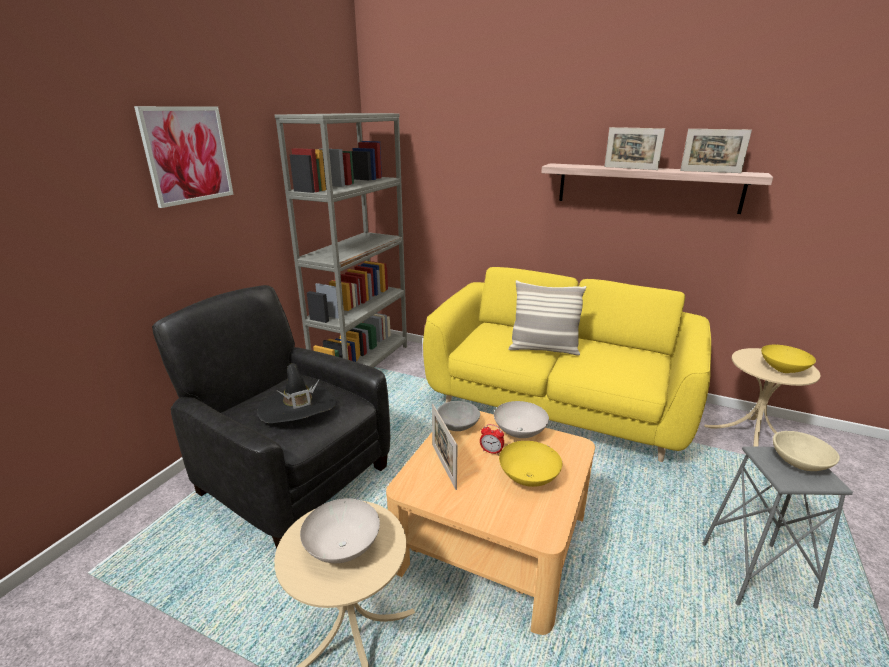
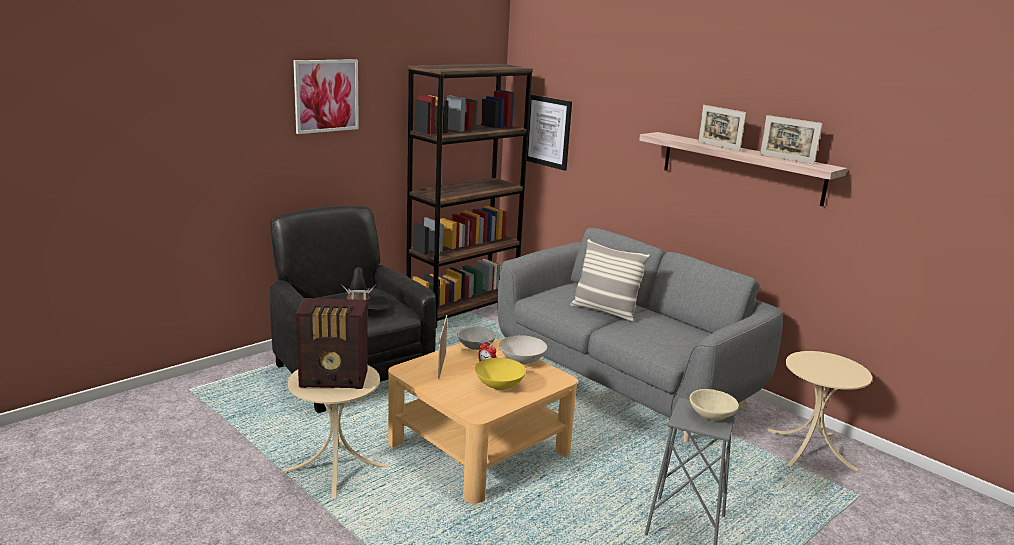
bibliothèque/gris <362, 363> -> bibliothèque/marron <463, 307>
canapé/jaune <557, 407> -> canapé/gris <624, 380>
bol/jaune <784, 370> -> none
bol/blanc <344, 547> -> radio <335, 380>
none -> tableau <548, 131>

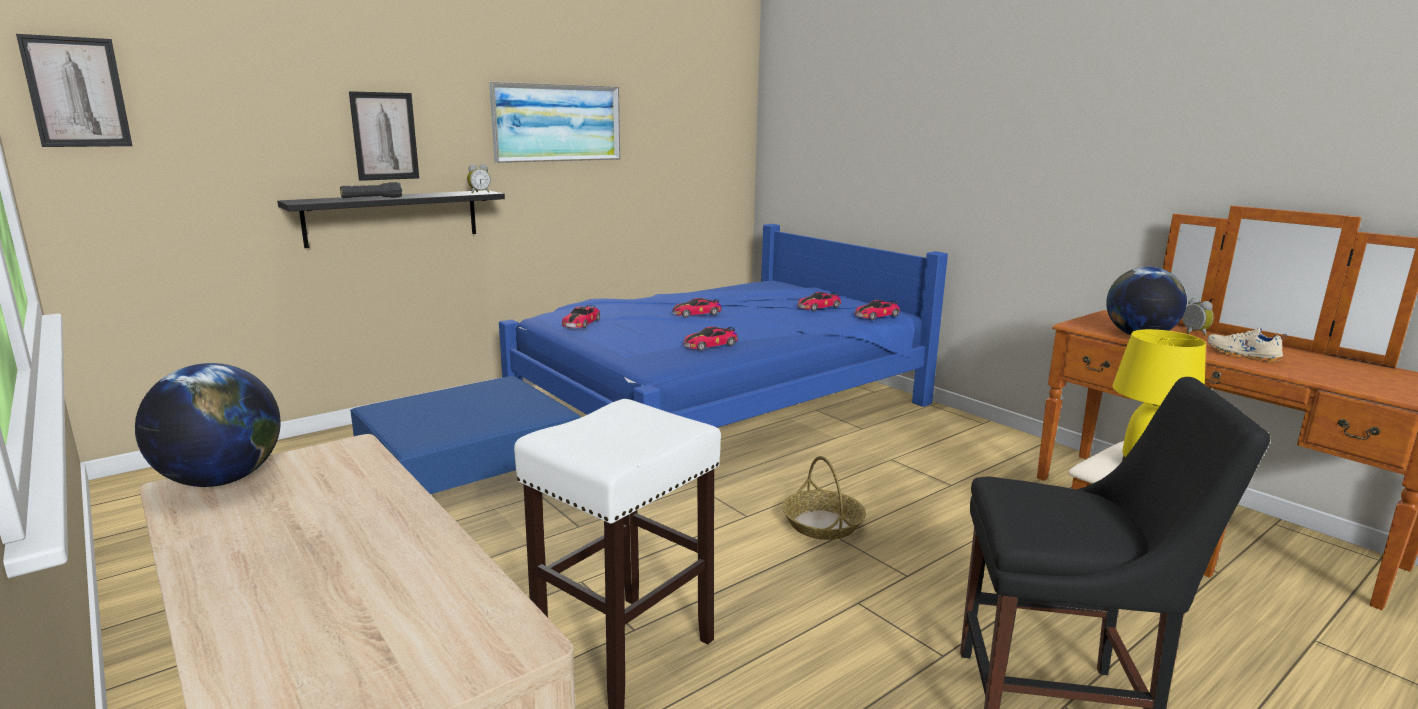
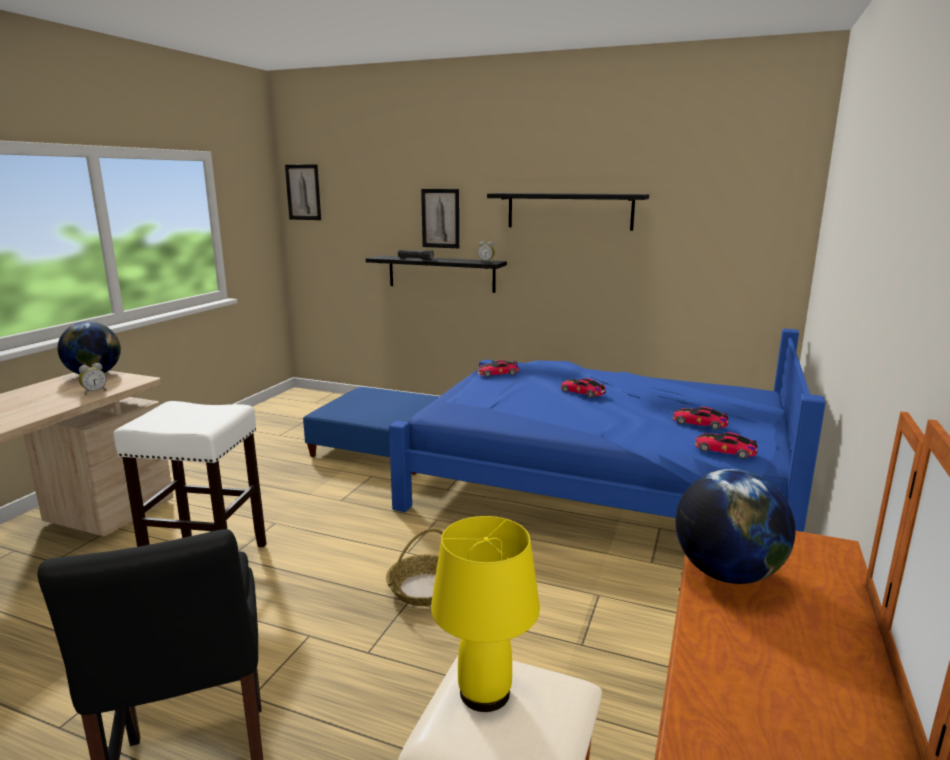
tableau <557, 123> -> étagère/noir <569, 211>
réveil <1193, 333> -> réveil <94, 392>, moved
petite voiture <710, 345> -> none
chaussure/beige <1242, 355> -> none

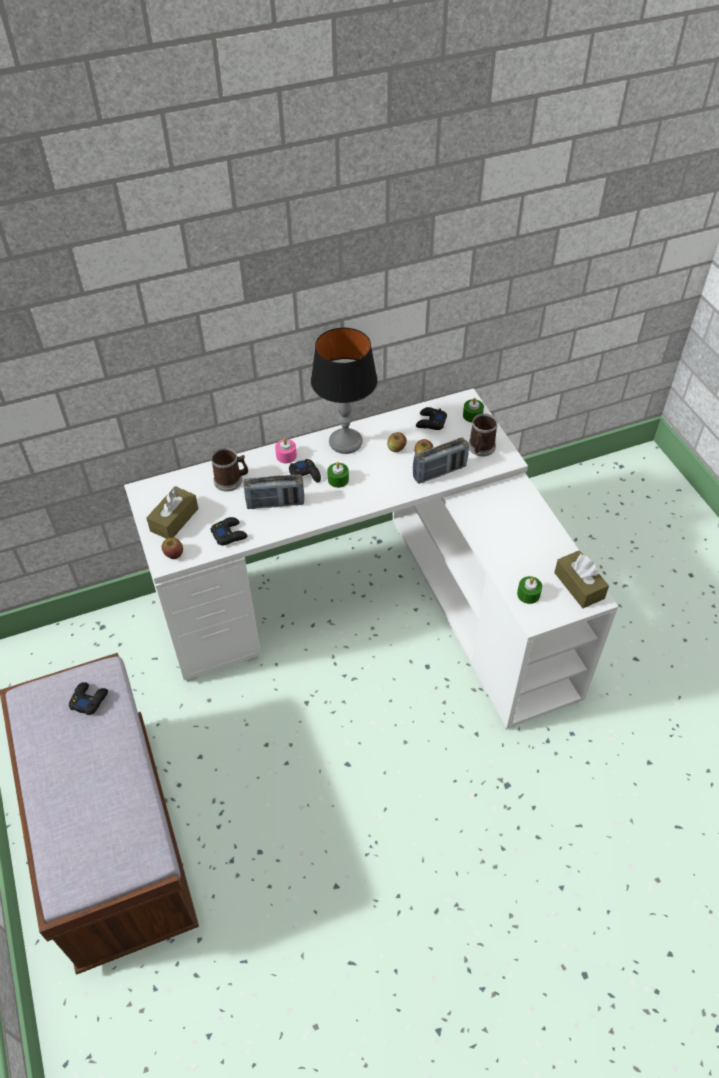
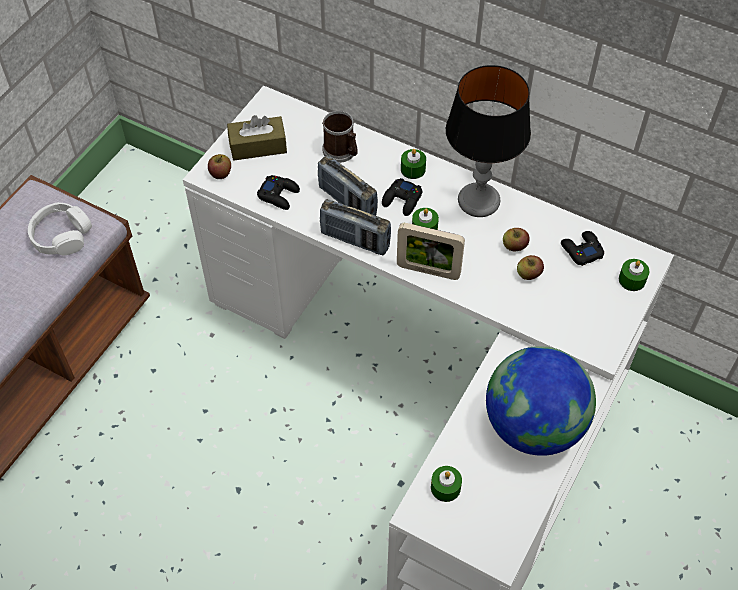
mug <480, 448> -> none
bougie/rose <286, 456> -> bougie/vert <413, 169>
radio <439, 472> -> radio <355, 240>, moved
boîte à mouchoirs/marron <579, 585> -> none
manette/noir <89, 700> -> casque audio/blanc <61, 236>
none -> cadre photo <428, 271>
none -> globe <533, 425>

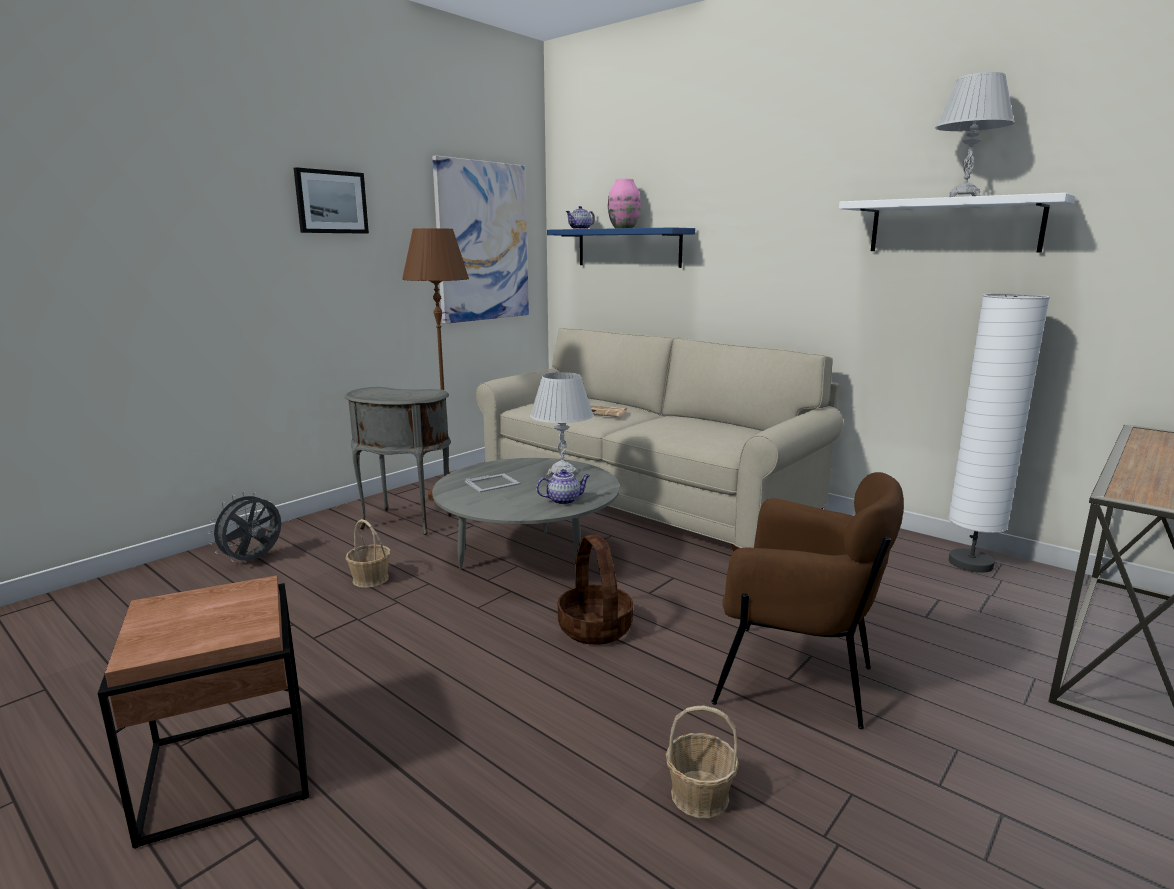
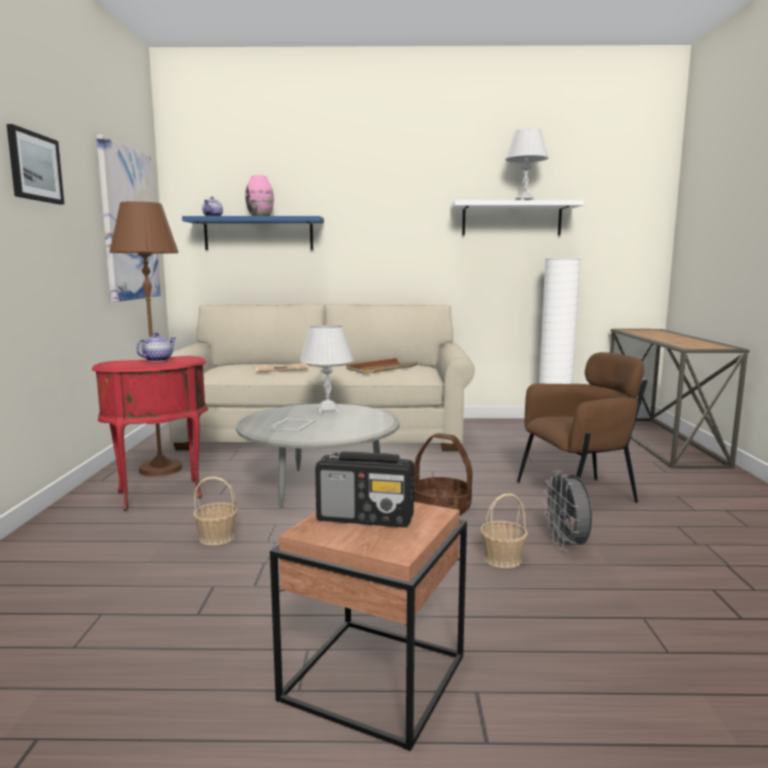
table d'appoint/gris <404, 523> -> table d'appoint/rouge <161, 496>
théière <564, 500> -> théière <158, 360>, moved
ventilateur/gris <253, 561> -> ventilateur/gris <567, 545>, moved
panier <699, 795> -> panier <502, 559>, moved
none -> plateau/marron <381, 369>
none -> radio <366, 518>

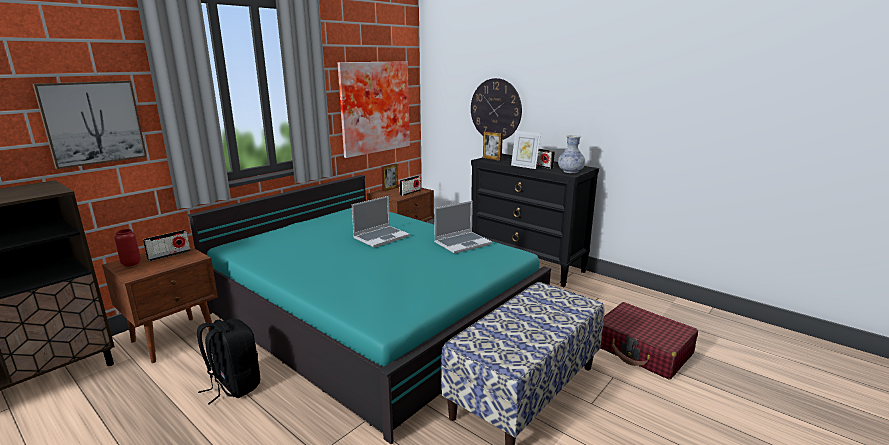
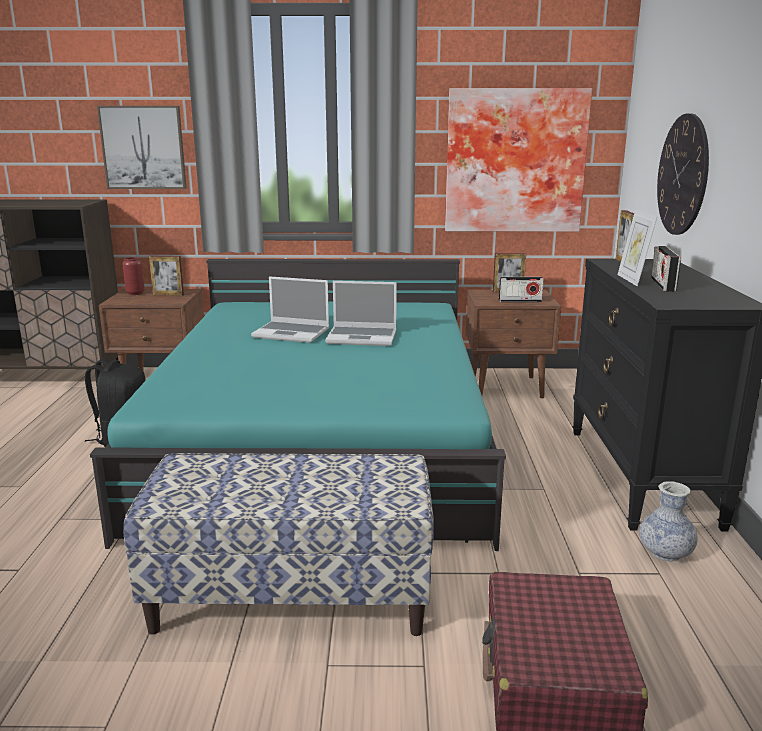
vase <570, 171> -> vase <665, 553>, moved
ordinateur portable <463, 243> -> ordinateur portable <292, 333>, moved
radio <169, 255> -> cadre photo <168, 295>

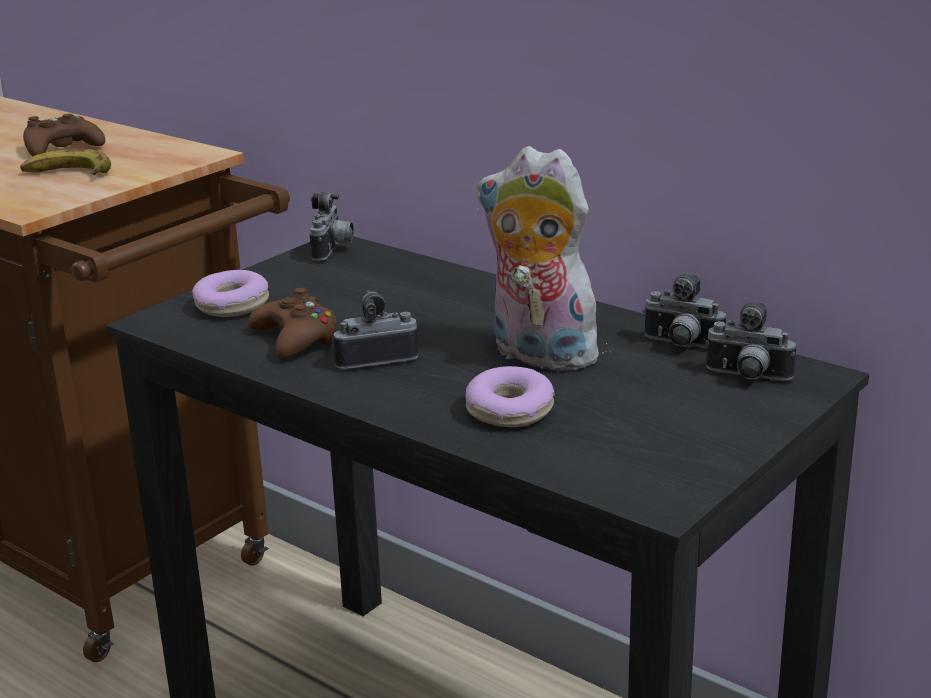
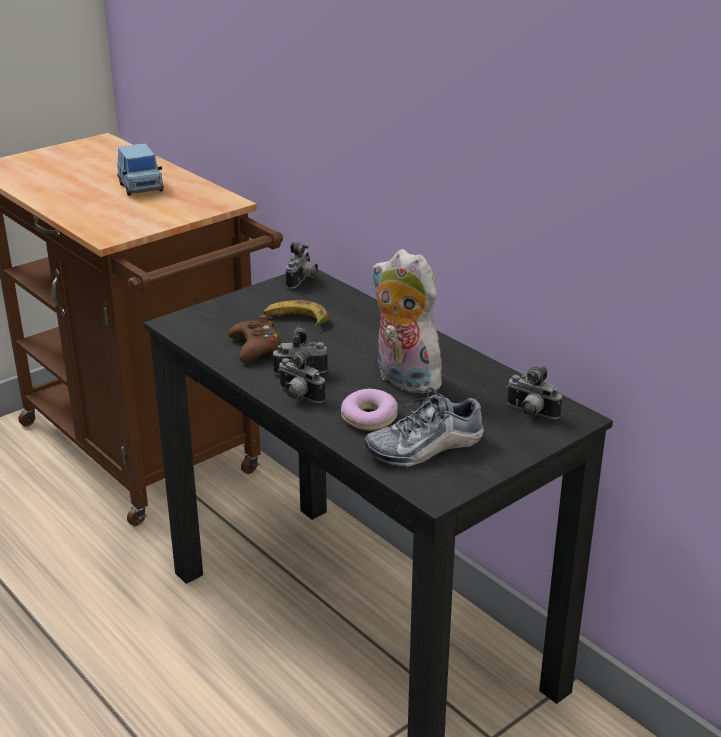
manette/marron <62, 149> -> petite voiture/bleu <141, 187>
banane <67, 174> -> banane <296, 320>, moved
beignet <231, 306> -> none
appareil photo <680, 346> -> appareil photo <298, 397>, moved
none -> chaussure <425, 447>

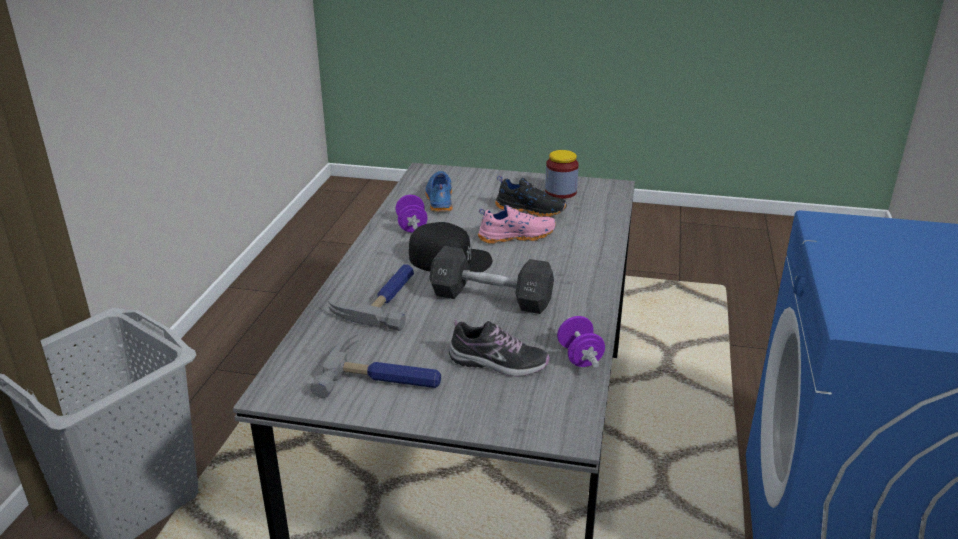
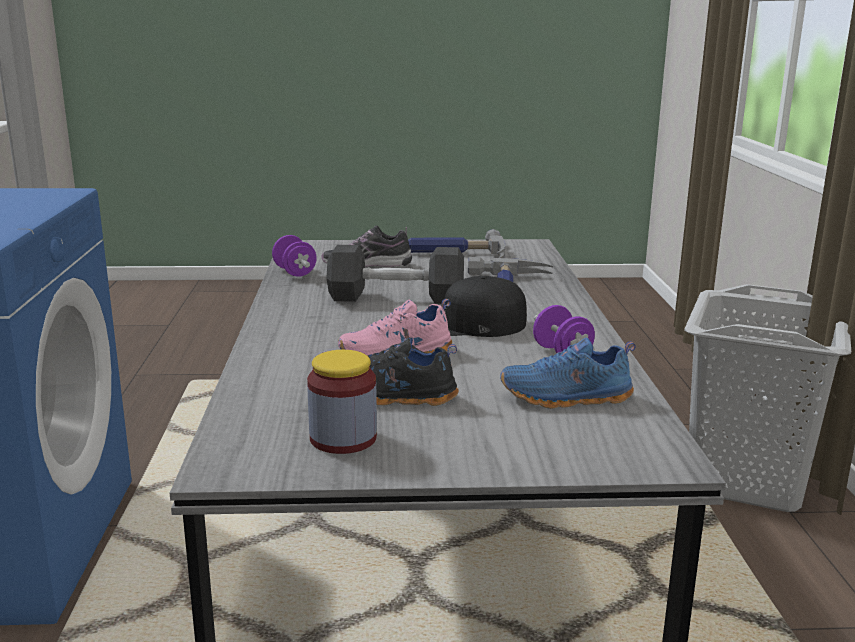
chaussure/bleu <439, 199> -> chaussure/bleu <566, 398>, 105 degrees clockwise

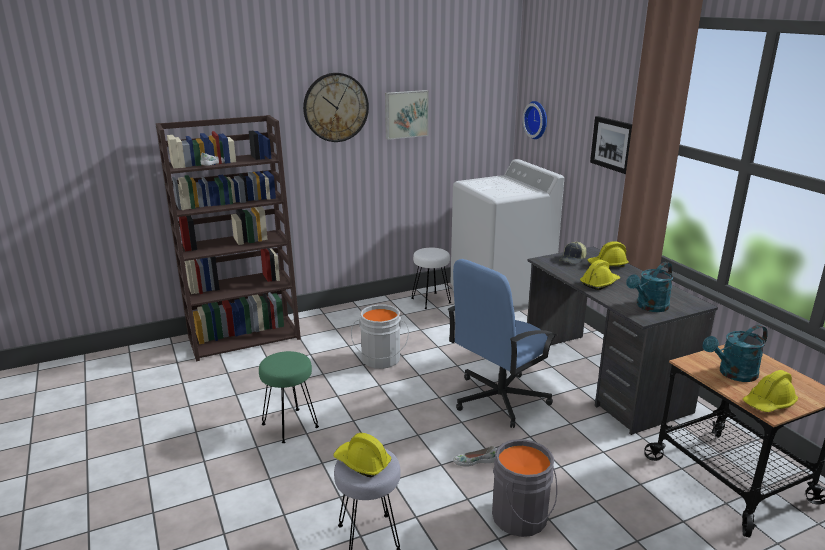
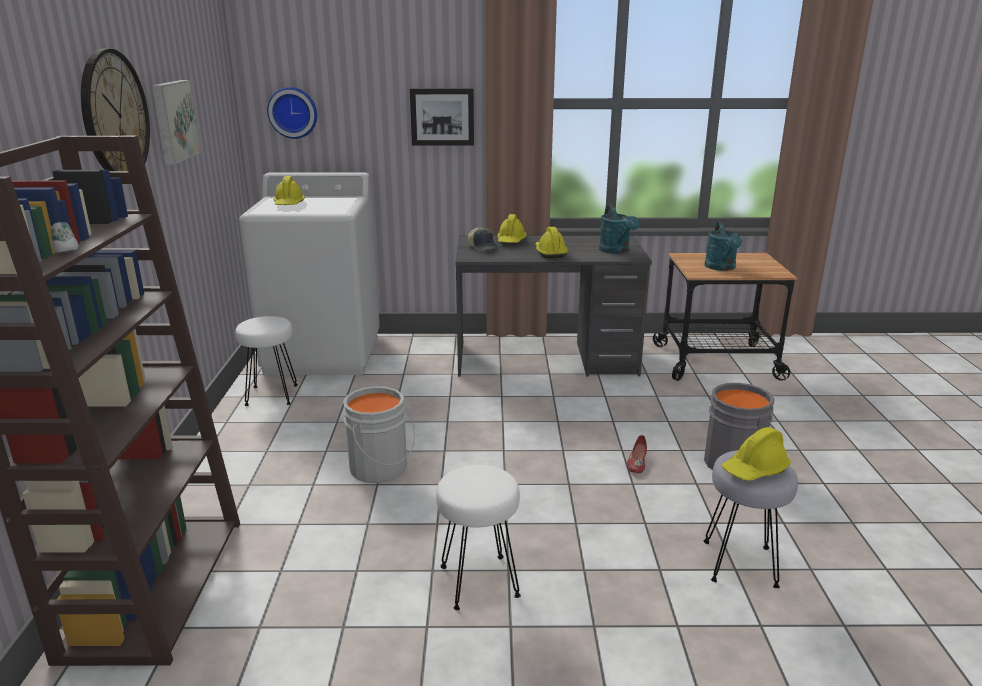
chaise de bureau/bleu <499, 399> -> none
tabouret/vert <290, 425> -> tabouret/blanc <478, 581>
casque de chantier/jaune <768, 403> -> casque de chantier/jaune <289, 204>, moved
chaussure/blanc <474, 461> -> chaussure/rouge <636, 462>

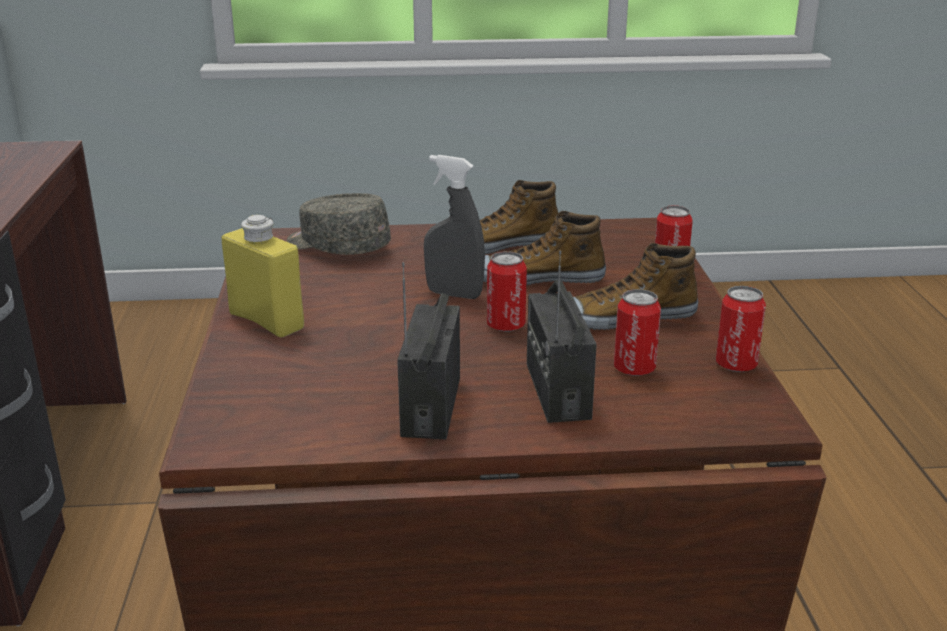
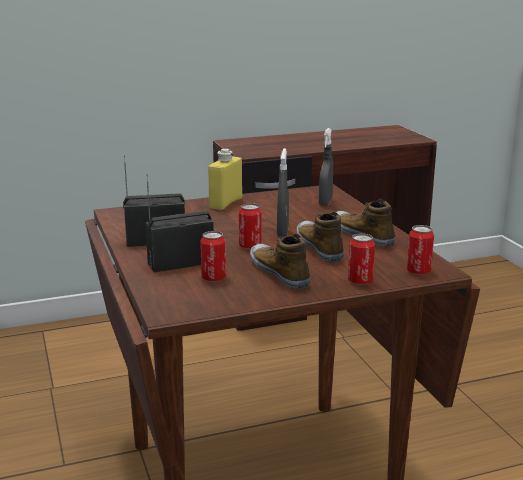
casquette/gris <337, 247> -> vaporisateur/gris <325, 202>
boîte métallique <736, 365> -> boîte métallique <418, 271>, moved

